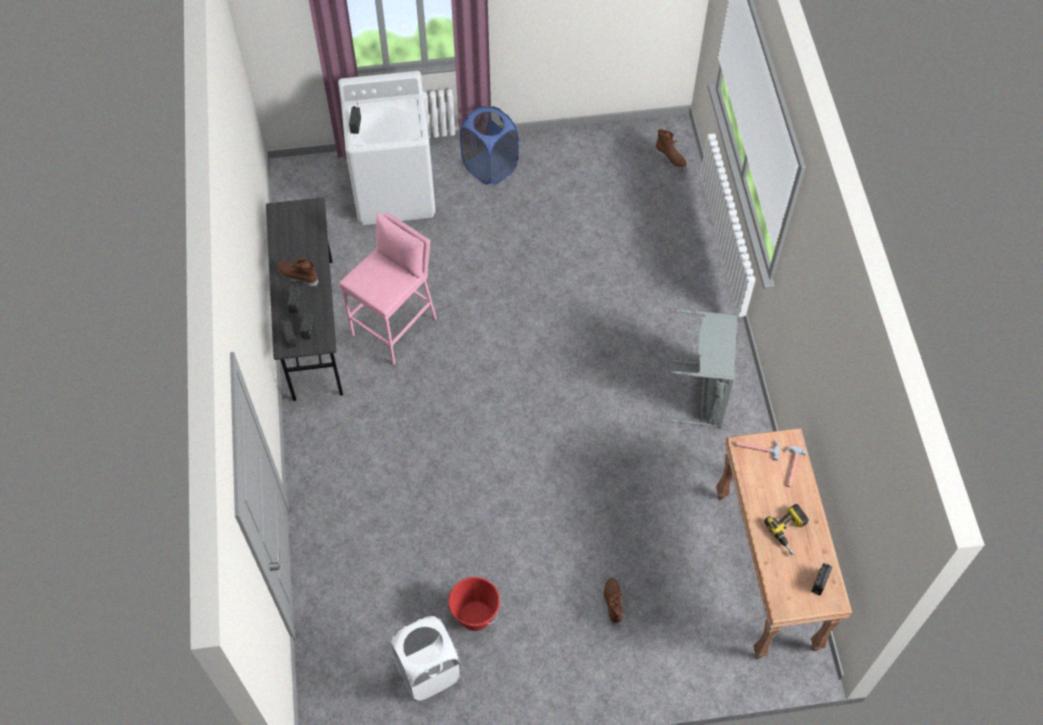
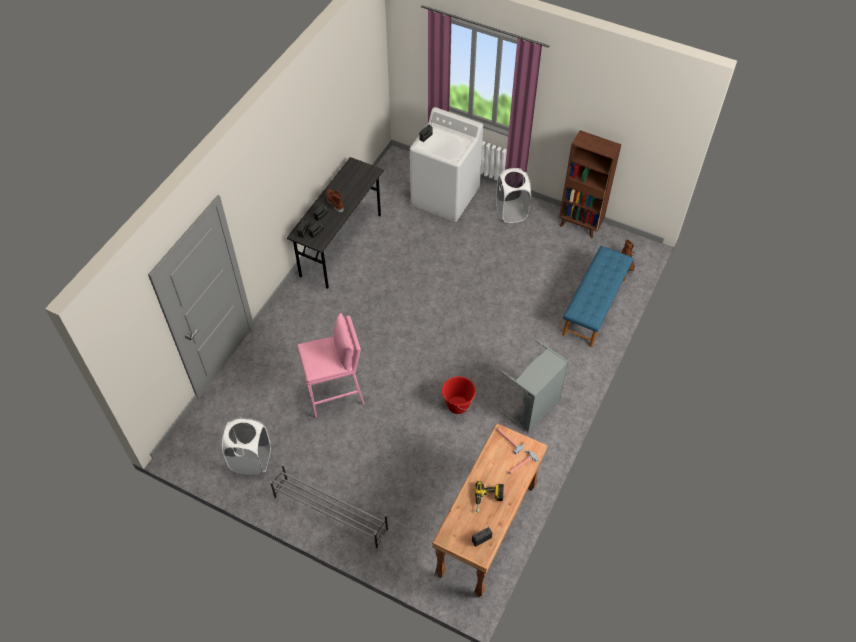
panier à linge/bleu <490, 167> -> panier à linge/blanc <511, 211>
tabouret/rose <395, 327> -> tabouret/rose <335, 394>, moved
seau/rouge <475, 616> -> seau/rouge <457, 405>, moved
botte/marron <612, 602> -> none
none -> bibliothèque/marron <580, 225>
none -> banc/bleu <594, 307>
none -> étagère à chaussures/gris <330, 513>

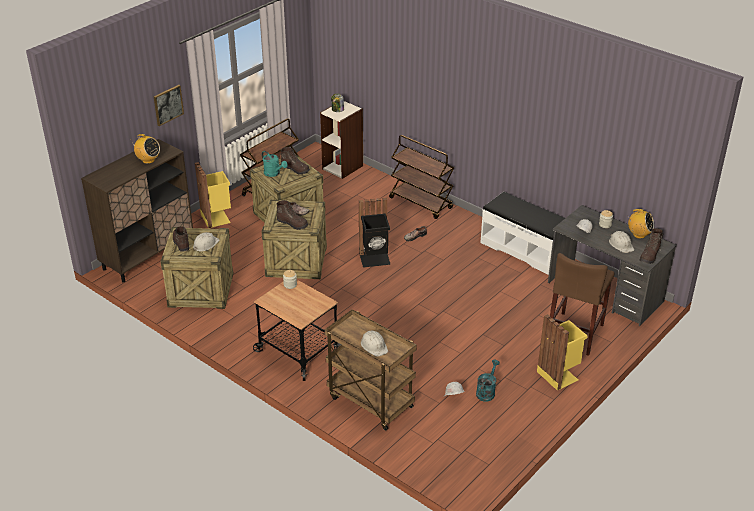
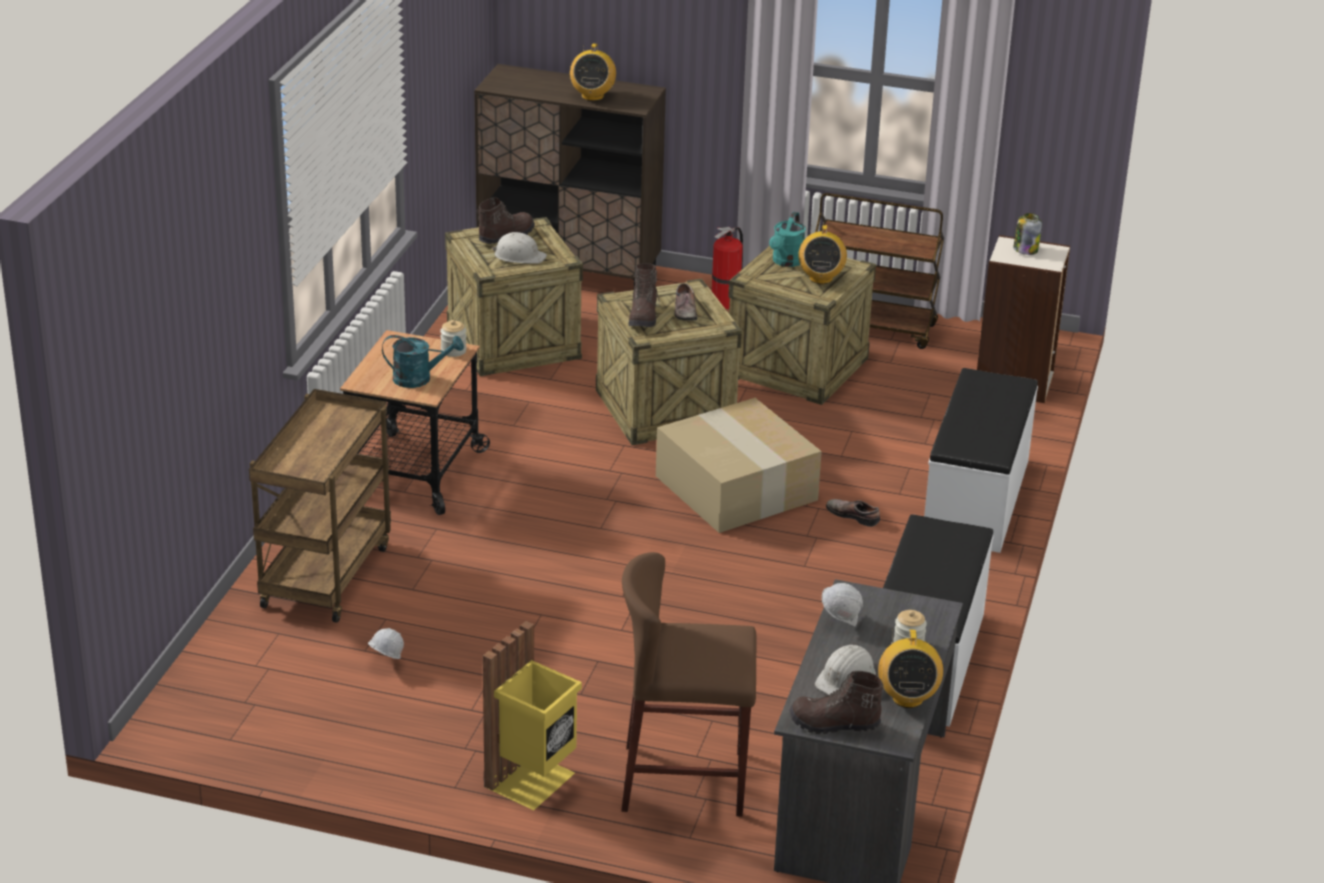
tableau <168, 105> -> none
chariot/marron <421, 203> -> banc/blanc <977, 499>
botte/marron <295, 169> -> radio <820, 278>
poubelle/jaune <217, 218> -> extincteur <726, 301>
poubelle/noir <375, 259> -> carton <739, 488>
casque de chantier/blanc <374, 346> -> none
arrosoir/turquoise <486, 391> -> arrosoir/turquoise <419, 379>, moved

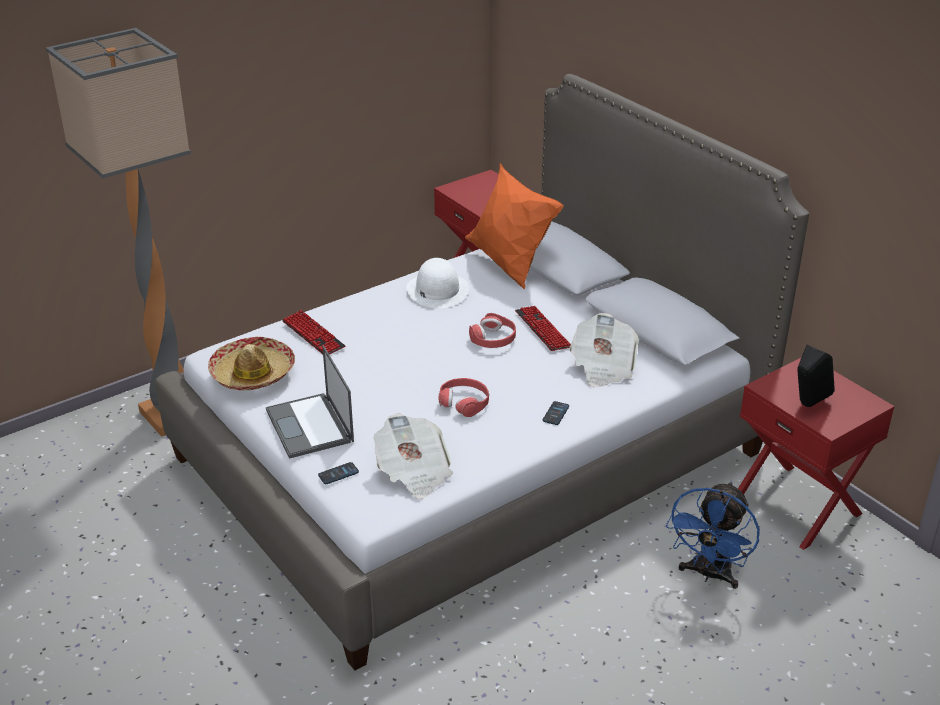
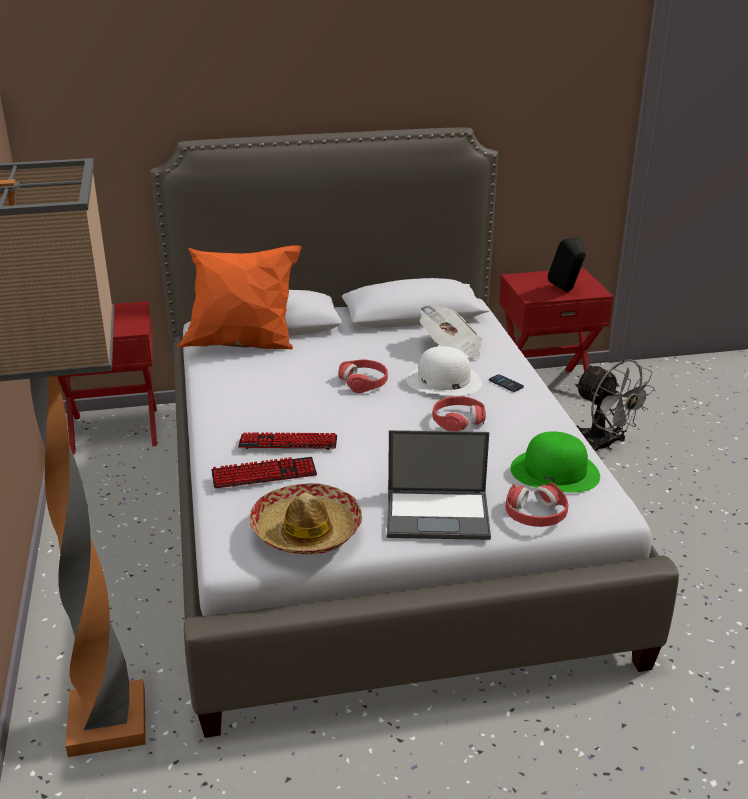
chapeau/blanc <437, 290> -> chapeau/blanc <443, 381>, moved
clavier <543, 330> -> clavier <288, 443>, moved
journal <413, 472> -> chapeau/vert <555, 472>
téléphone <338, 474> -> casque audio/rouge <535, 514>
ventilateur/bleu <709, 574> -> ventilateur/gris <603, 446>

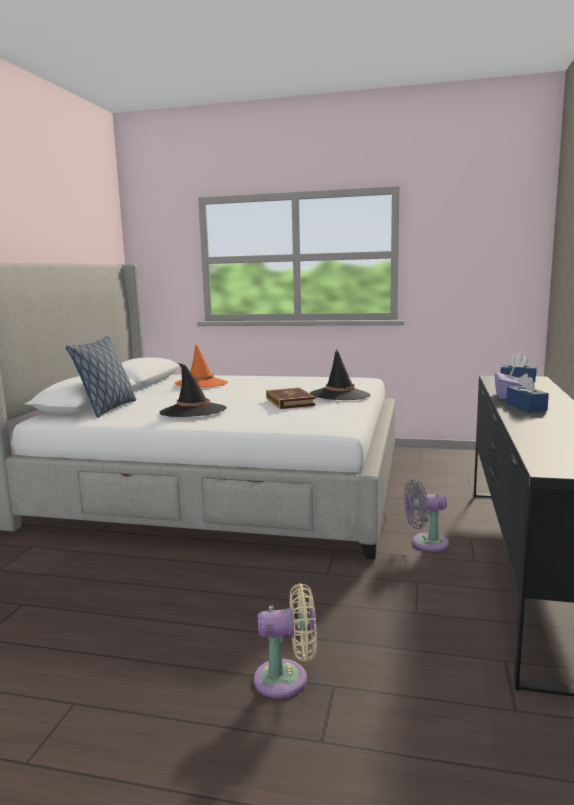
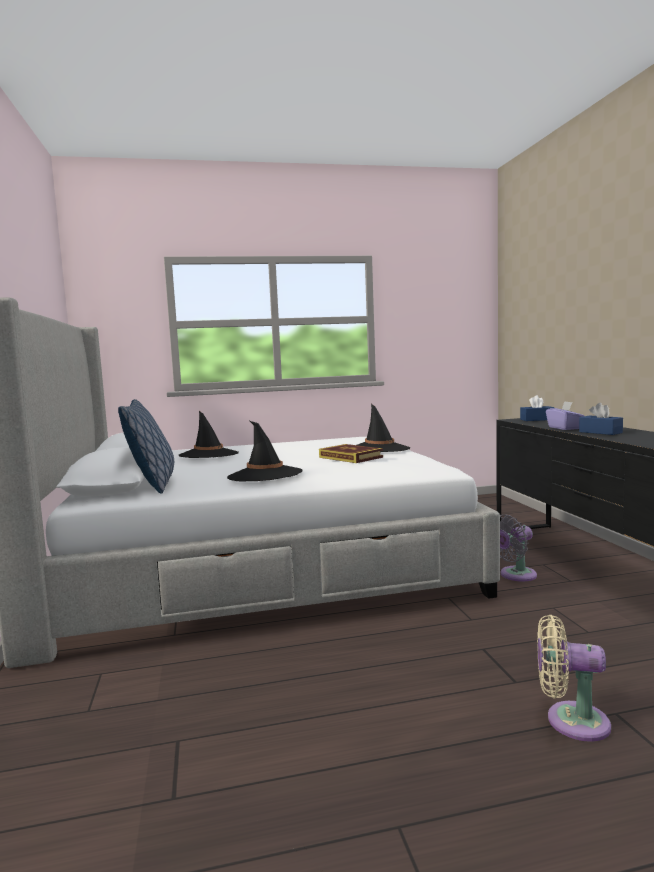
chapeau/orange <201, 383> -> chapeau/noir <209, 455>
ventilateur/beige <287, 679> -> ventilateur/beige <570, 721>, 135 degrees counterclockwise

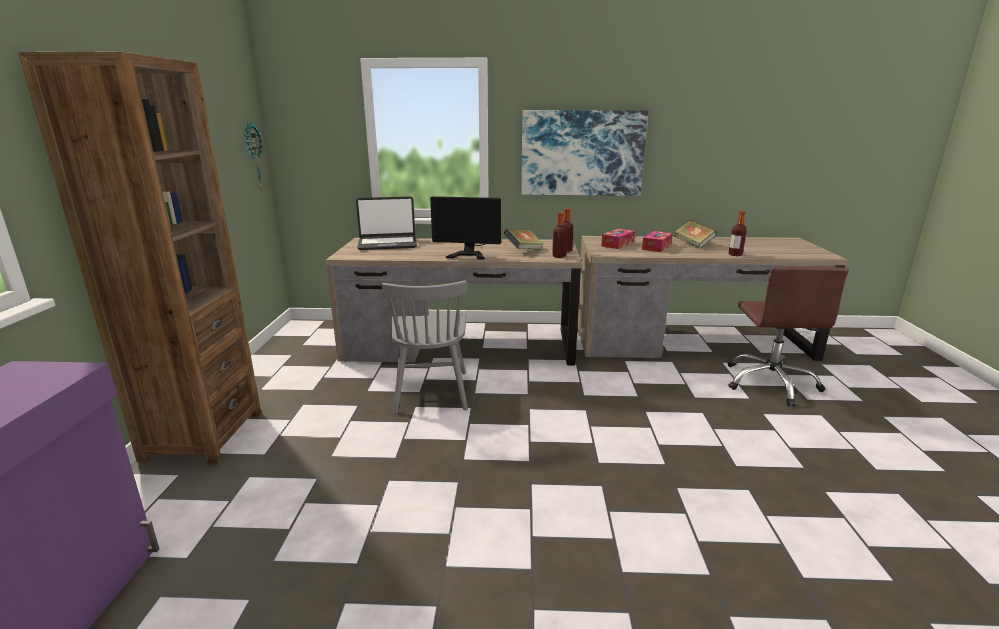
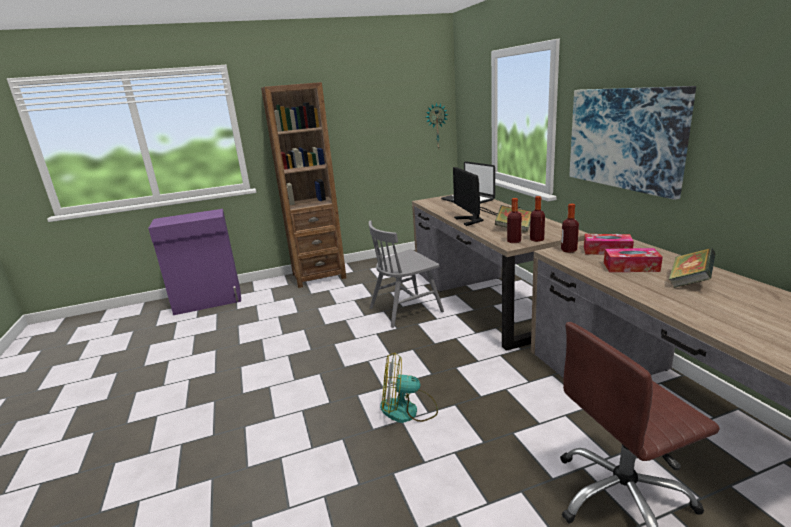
bouteille <735, 254> -> bouteille <568, 250>, moved
none -> ventilateur <408, 410>

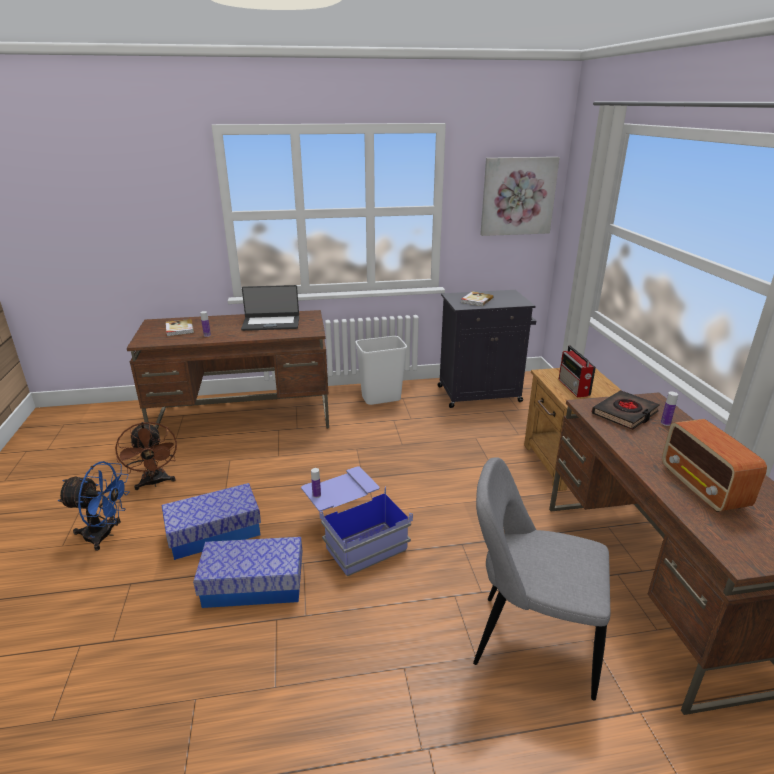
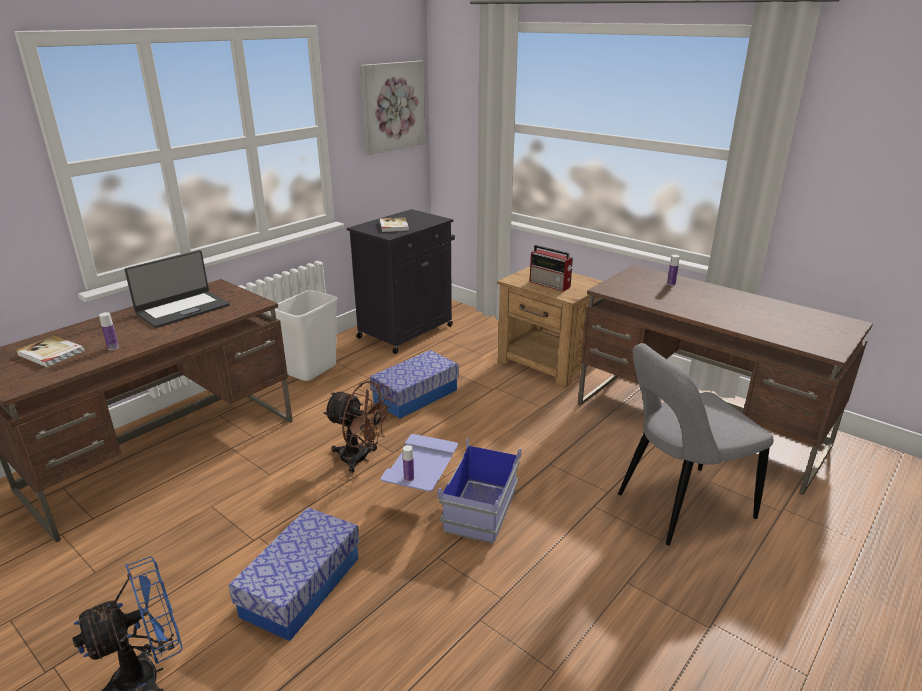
livre/noir <625, 413> -> none
radio <703, 488> -> none
ventilateur/marron <155, 483> -> ventilateur/marron <360, 459>, moved
boîte de rangement <254, 585> -> boîte de rangement <415, 396>, moved

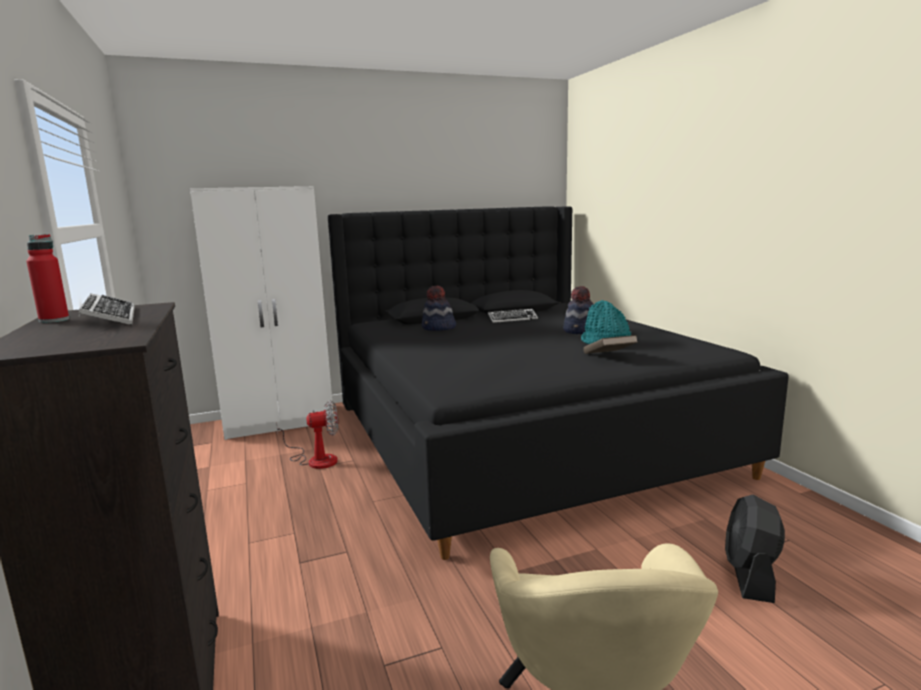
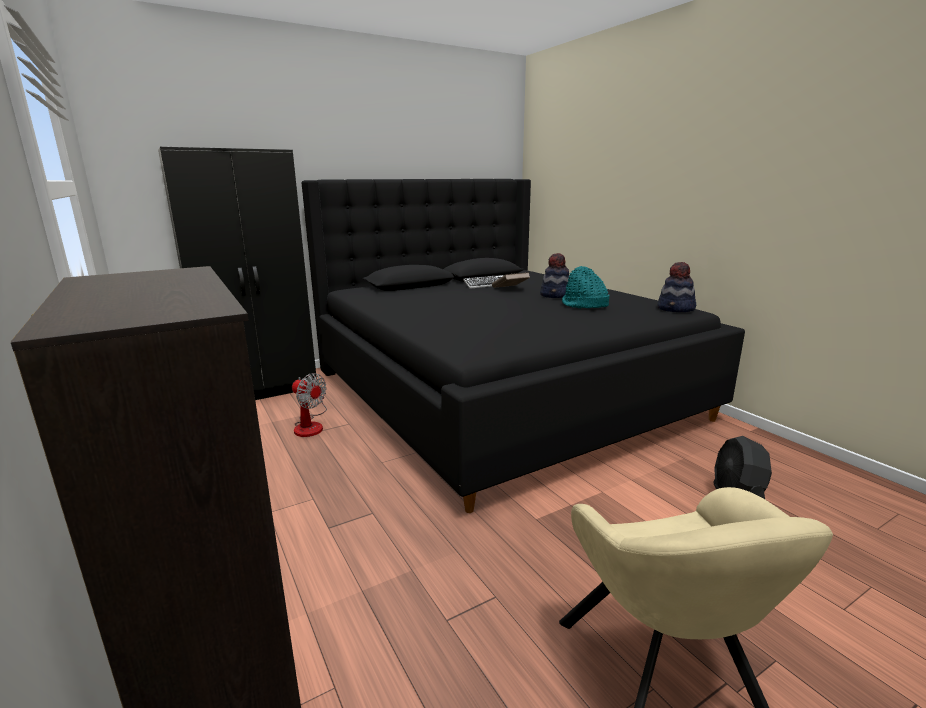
armoire/blanc <280, 422> -> armoire/noir <261, 389>
bouteille/rouge <54, 320> -> none
chapeau <438, 328> -> chapeau <676, 309>, moved
clavier <110, 317> -> none
livre/marron <609, 357> -> livre/marron <510, 289>, moved
ventilateur <315, 459> -> ventilateur <310, 425>, 60 degrees clockwise

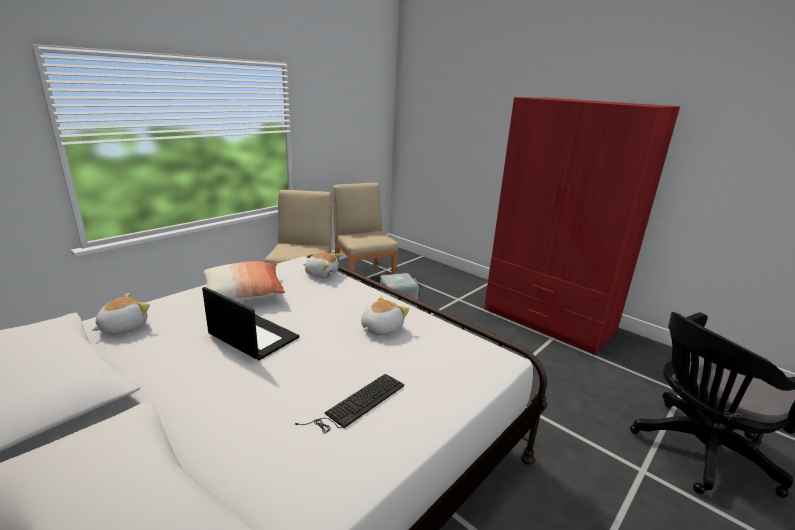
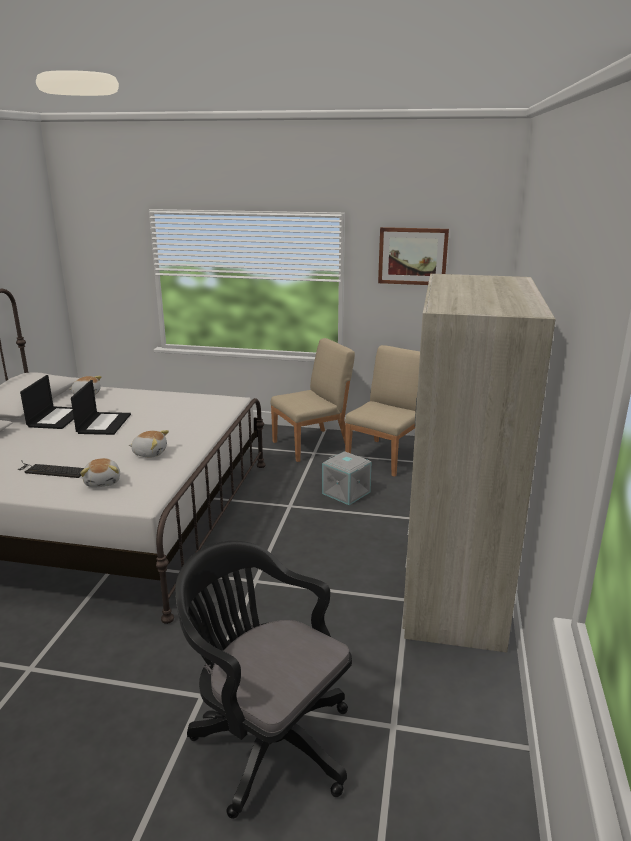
armoire/rouge <549, 320> -> armoire/beige <452, 589>
peluche <322, 274> -> peluche <103, 482>, moved
coussin <244, 294> -> none
none -> tableau <412, 256>
none -> ordinateur portable <56, 418>

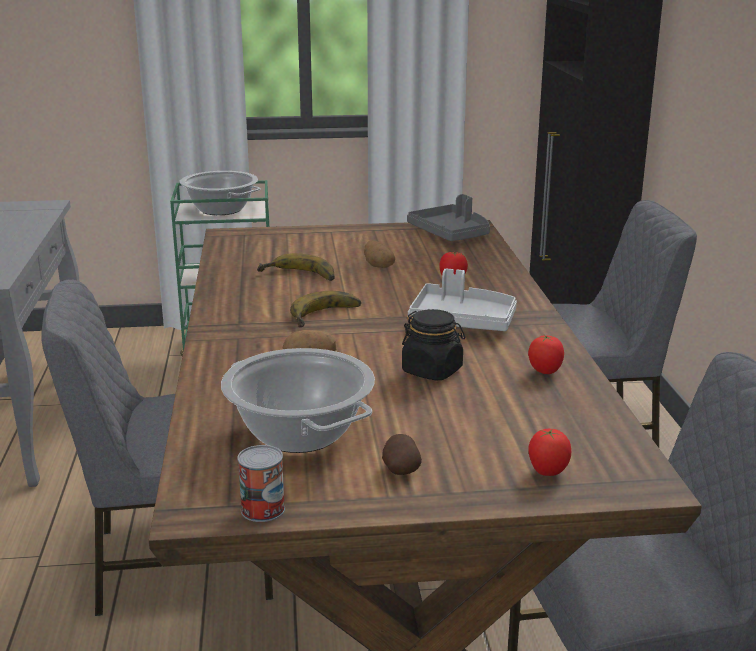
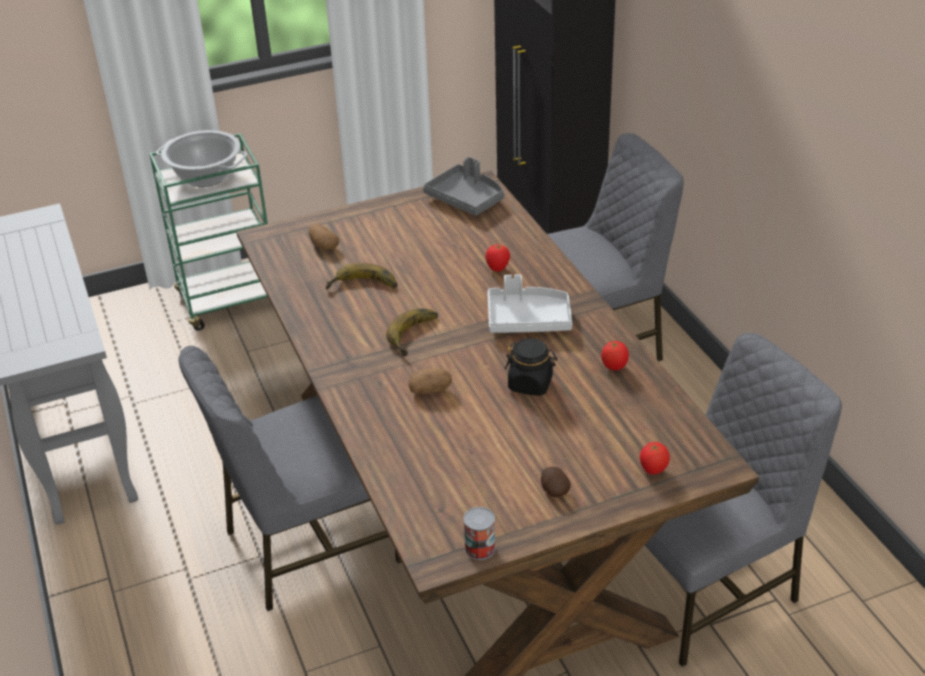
pomme de terre <377, 266> -> pomme de terre <323, 245>, moved
marmite <300, 433> -> none

